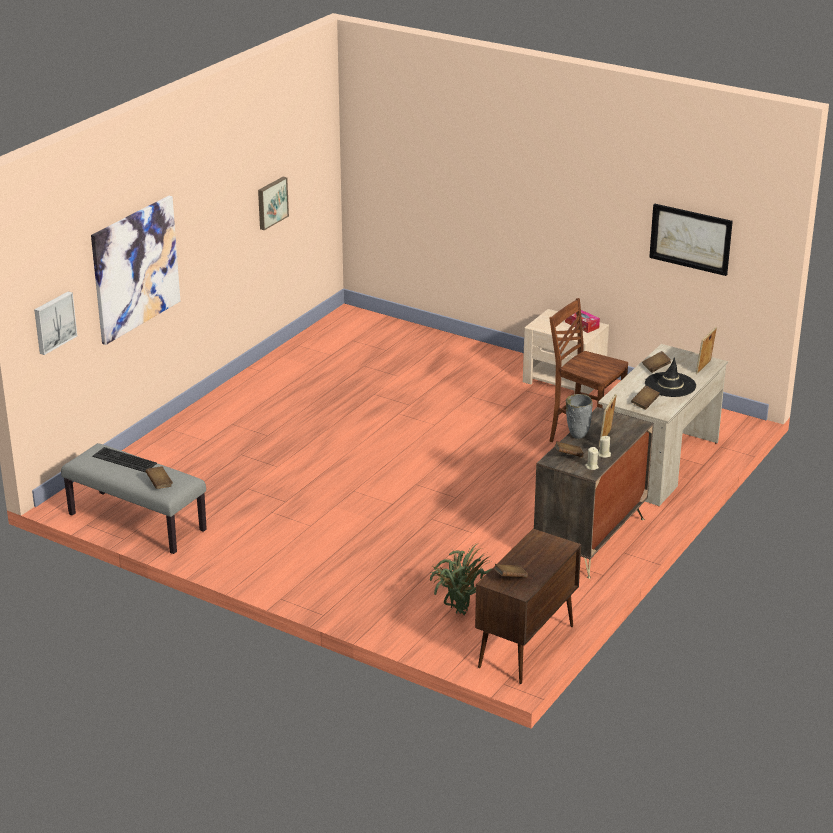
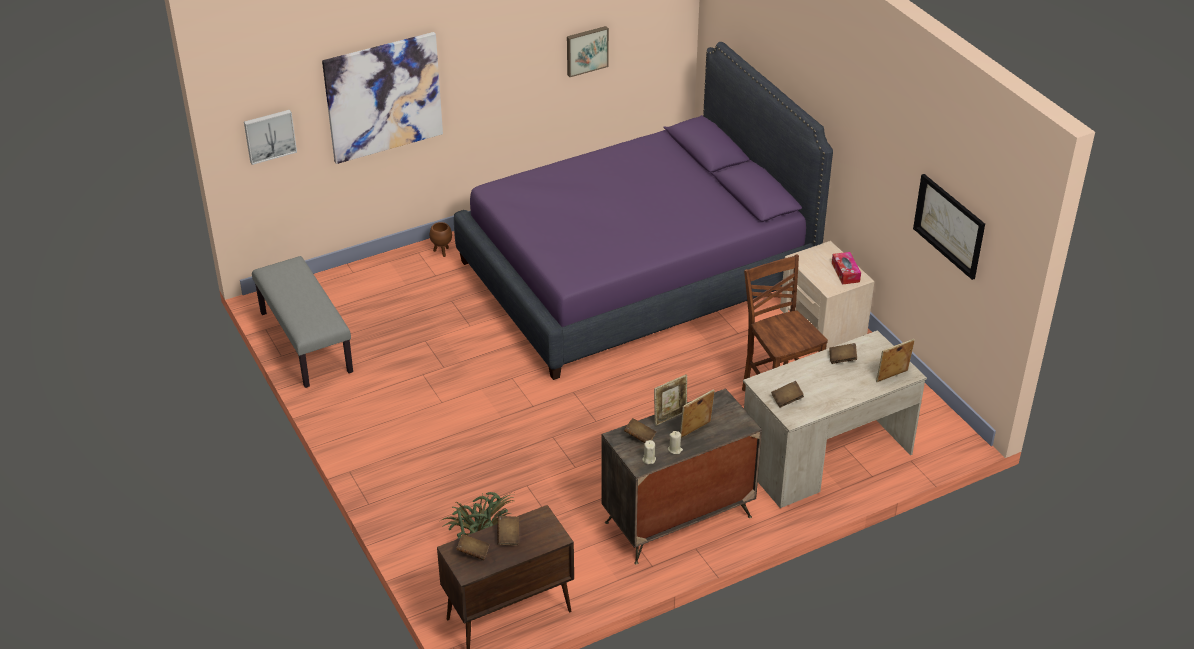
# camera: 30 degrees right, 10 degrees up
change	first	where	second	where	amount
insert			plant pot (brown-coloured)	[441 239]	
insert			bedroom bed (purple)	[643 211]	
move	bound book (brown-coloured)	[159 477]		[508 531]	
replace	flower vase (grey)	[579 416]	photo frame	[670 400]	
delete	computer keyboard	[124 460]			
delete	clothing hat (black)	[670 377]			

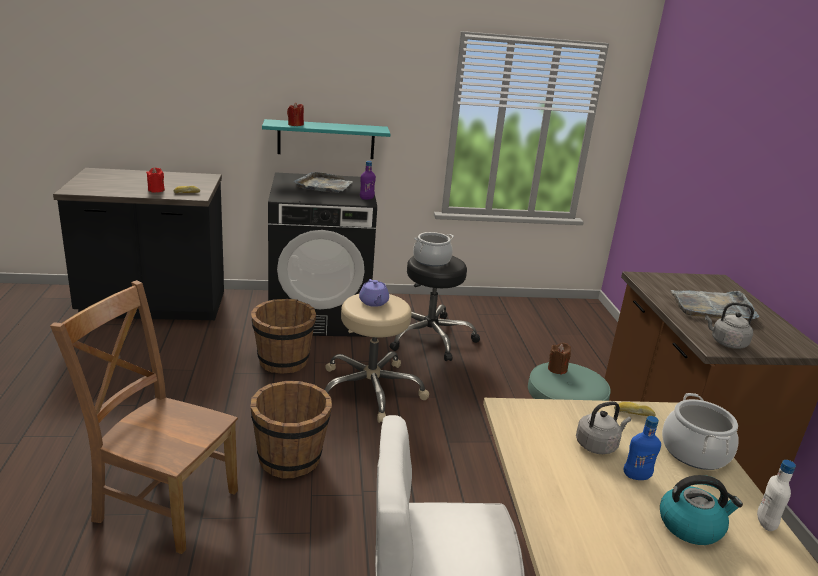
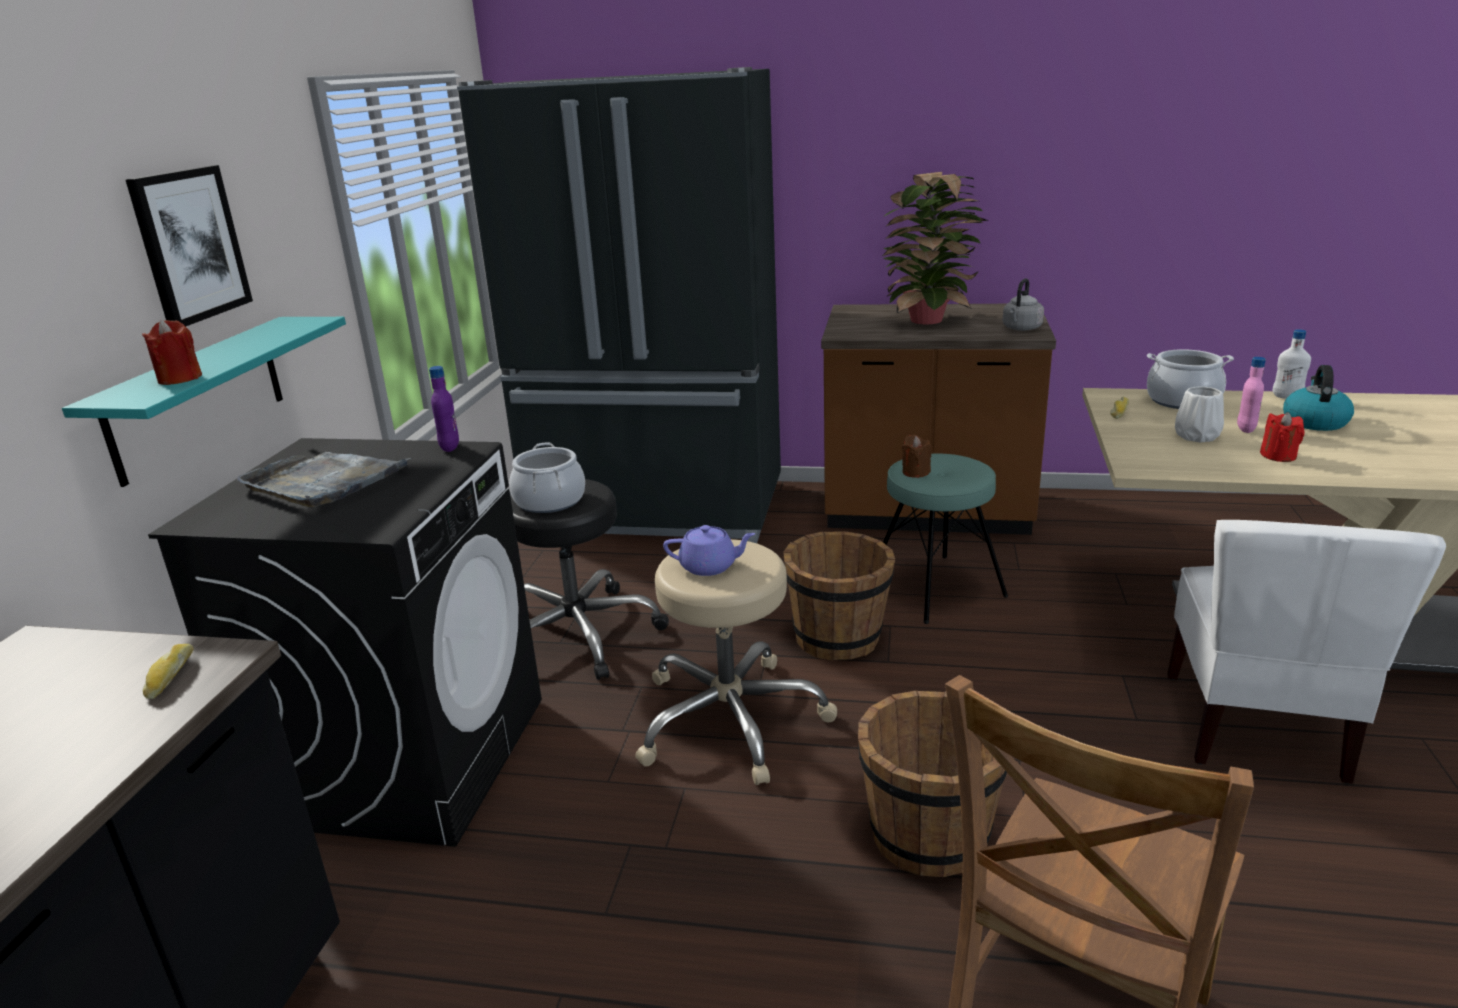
# camera: 70 degrees left, 0 degrees up
change	first	where	second	where	amount
insert			wall art	[189 246]	
insert			kitchen fridge (black)	[619 305]	
move	pail (brown-coloured)	[283 336]		[839 596]	
replace	tray (grey)	[715 305]	plant in a pot	[935 248]	
replace	water kettle (grey)	[603 427]	flower vase (white-coloured)	[1199 414]	
recolor	beverage bottle (blue)	[642 448]	beverage bottle (pink)	[1251 395]	
move	wax candle (red)	[155 180]		[1282 437]	

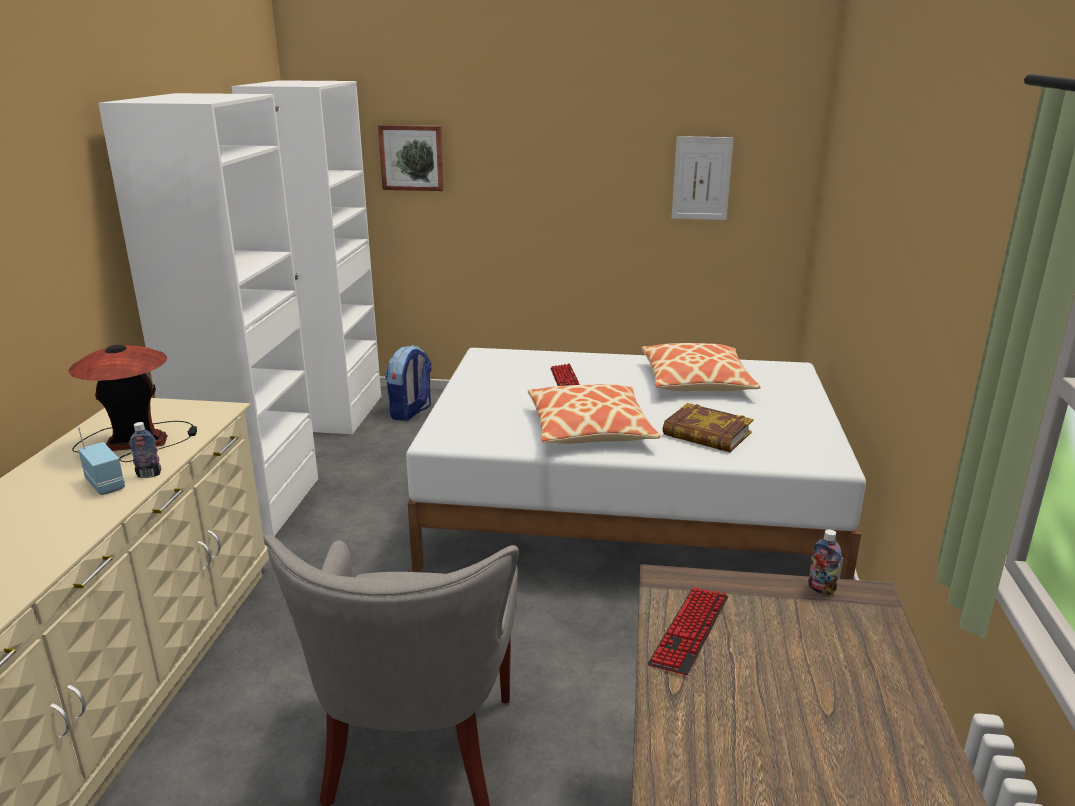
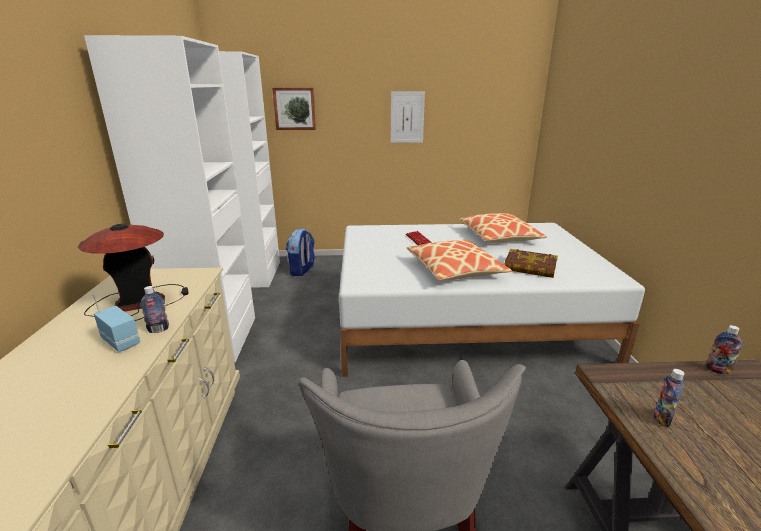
# camera: 10 degrees left, 0 degrees up
change	first	where	second	where	amount
move	wall art	[703 178]		[408 117]	
replace	computer keyboard	[688 631]	beverage bottle	[669 398]	

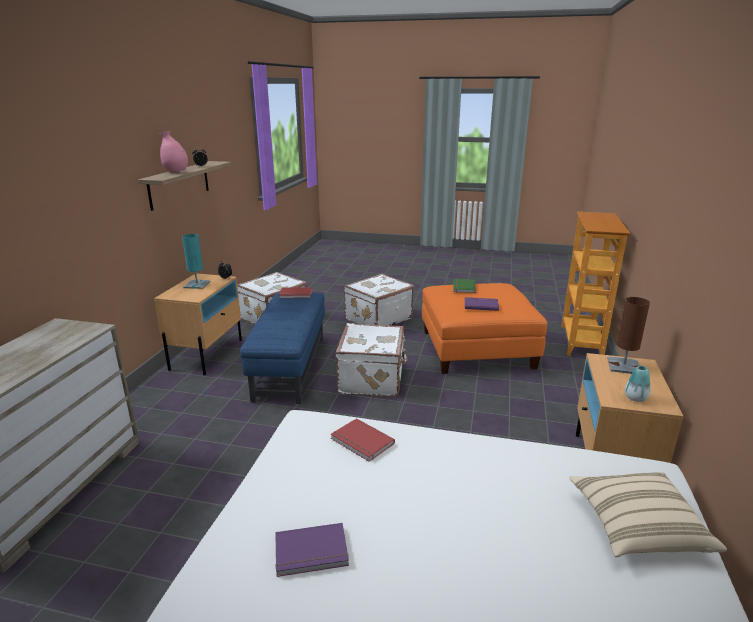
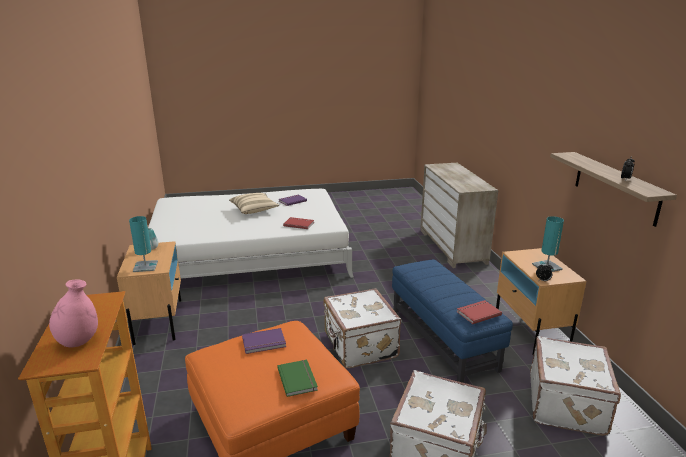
# camera: 155 degrees right, 0 degrees up
change	first	where	second	where	amount
move	flower vase (pink)	[173 152]		[73 313]	
recolor	table lamp (brown-coloured)	[628 335]	table lamp (blue-green)	[143 244]	
move	throw pillow (sand-coloured)	[648 514]		[254 203]	

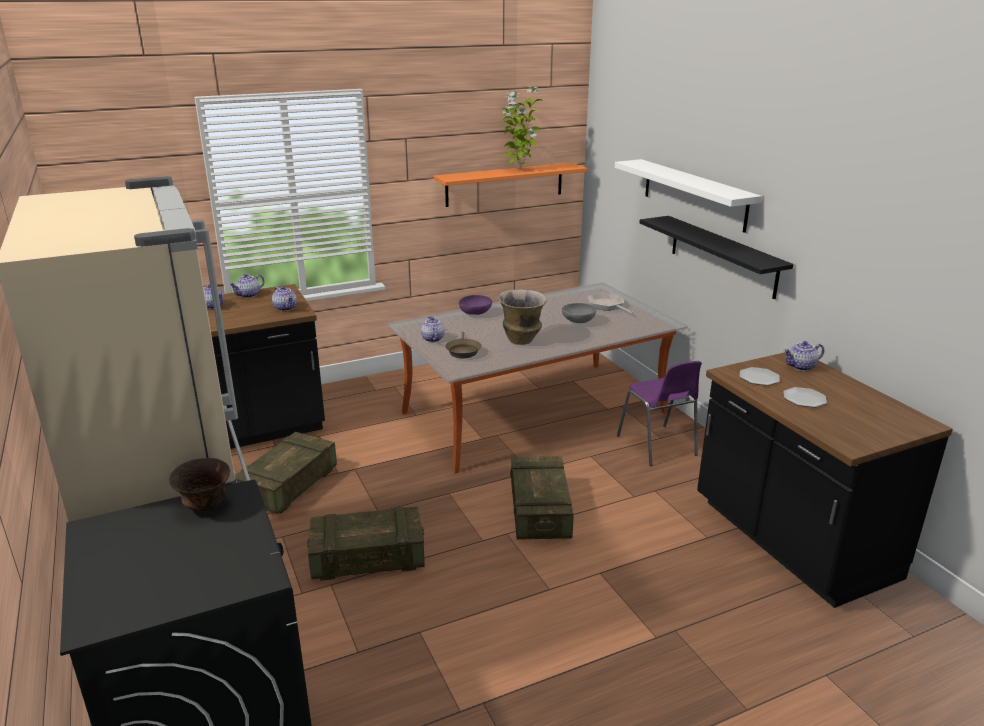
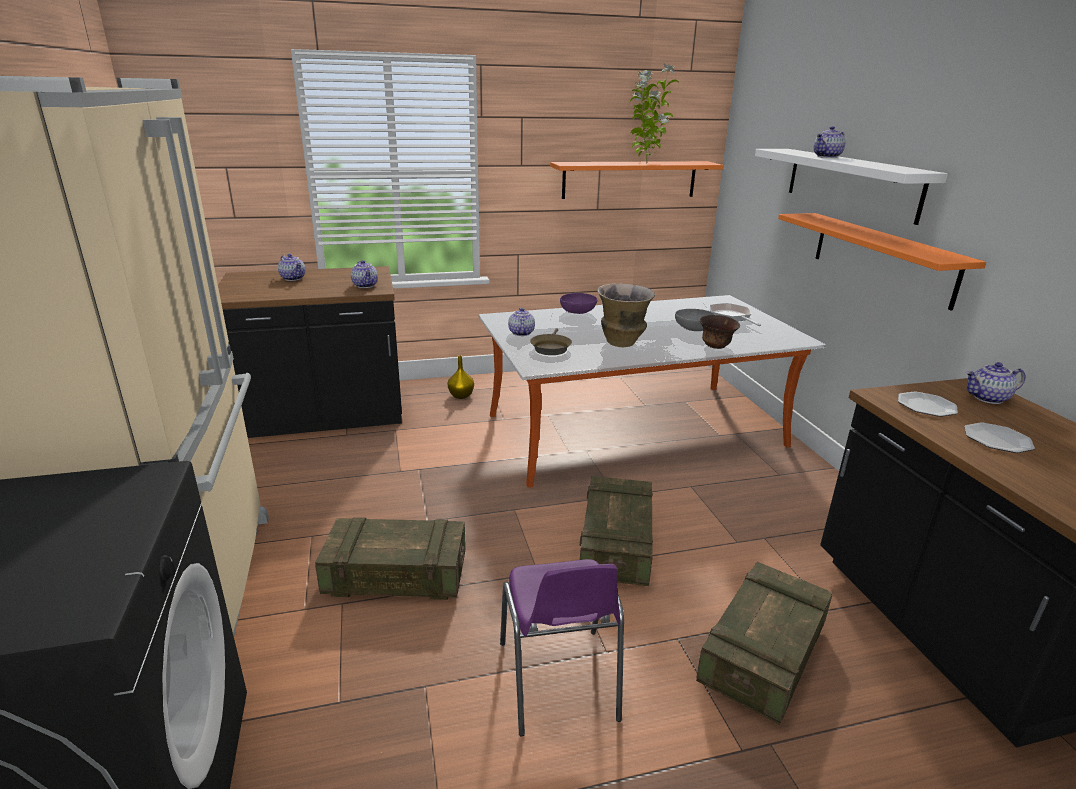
# camera: 10 degrees right, 0 degrees up
change	first	where	second	where	amount
insert			flower vase (yellow)	[461 377]	
move	chair (purple)	[659 413]		[562 648]	
move	shipping crate	[286 473]		[764 643]	
move	serving bowl (brown-coloured)	[199 485]		[720 332]	
recolor	wall shelf (black)	[716 257]	wall shelf (orange)	[882 262]	
move	teapot	[246 286]		[829 142]	

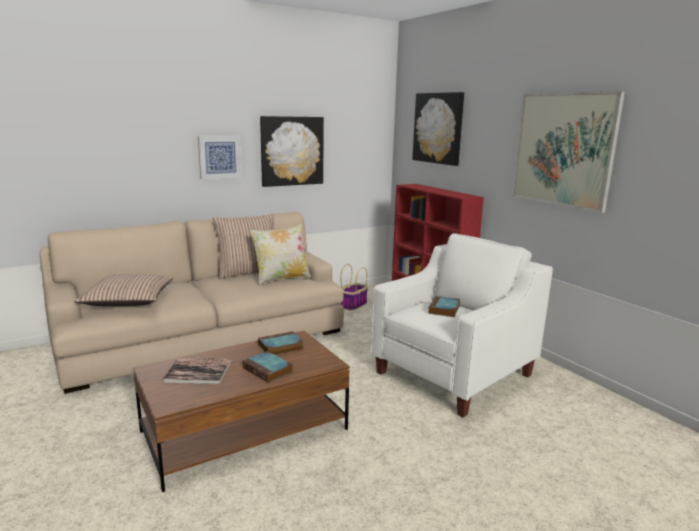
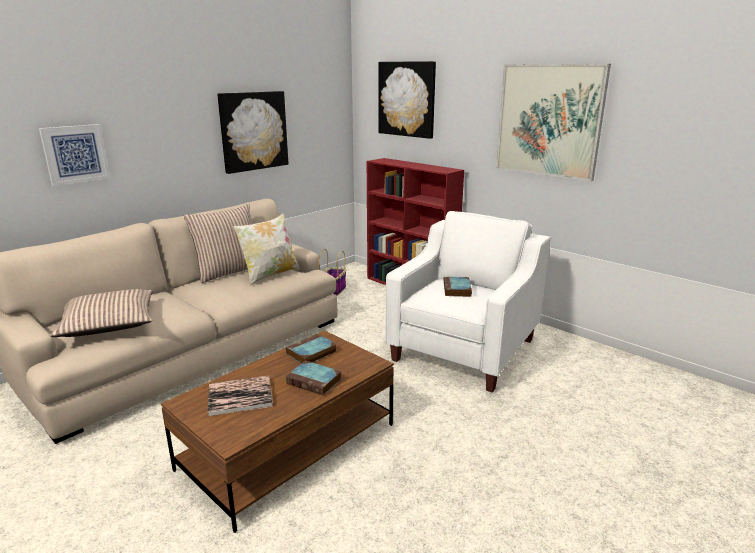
# camera: 15 degrees left, 5 degrees up
change	first	where	second	where	amount
move	wall art	[220 157]		[74 155]	

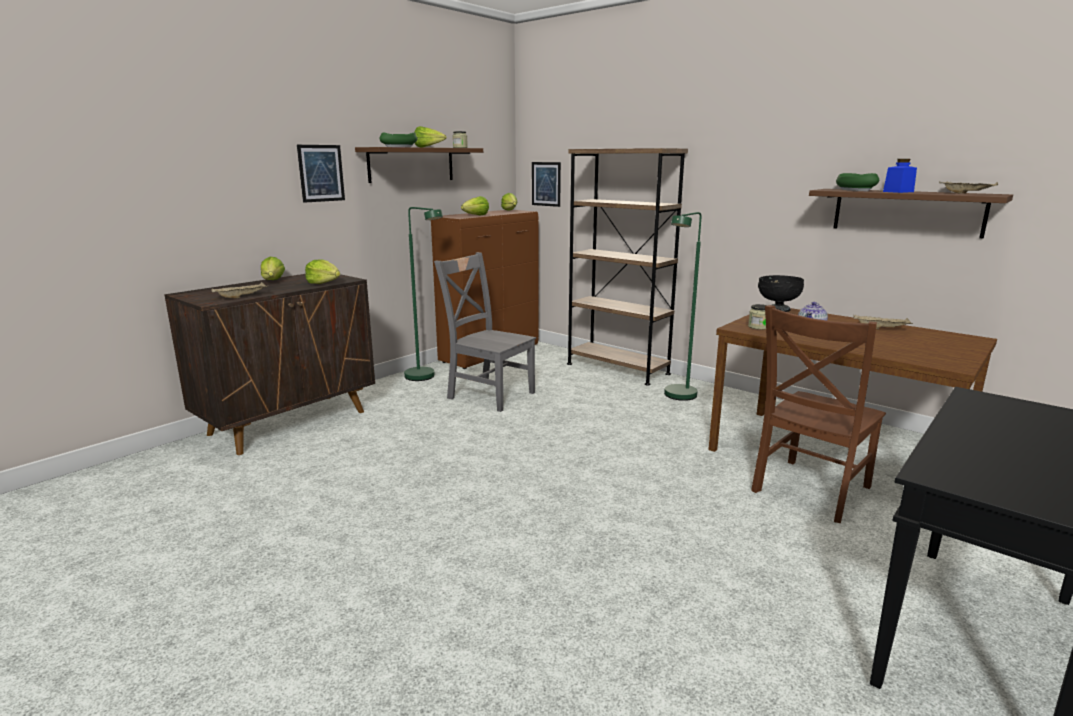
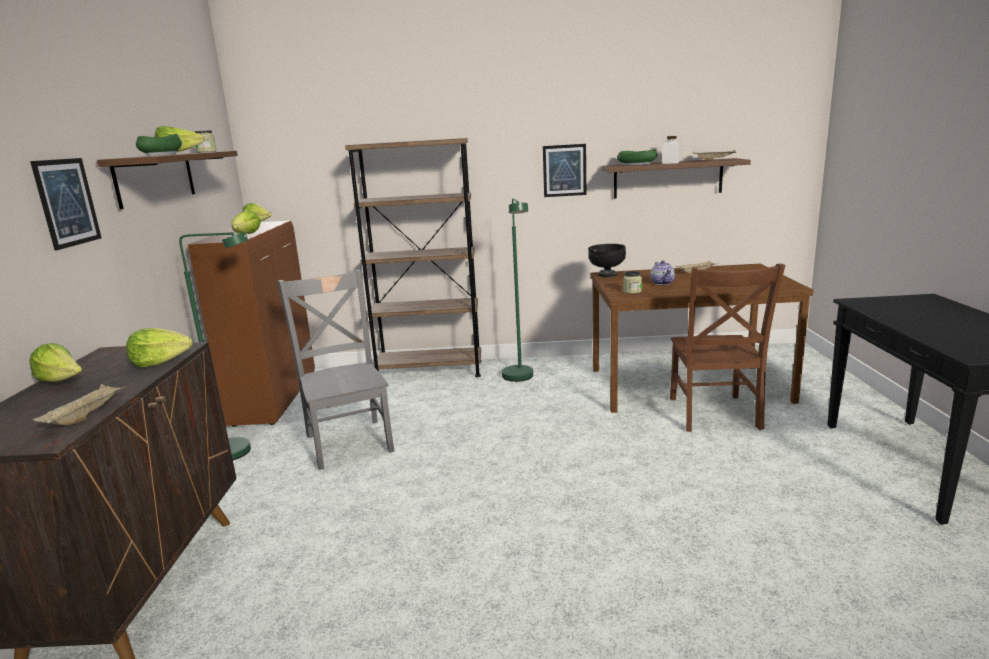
# camera: 40 degrees left, 0 degrees up
change	first	where	second	where	amount
rotate	chair (grey)	[485 332]		[335 370]	75 degrees clockwise
move	wall art	[546 184]		[564 170]	
recolor	preserve jar (blue)	[900 176]	preserve jar (white-coloured)	[671 150]	

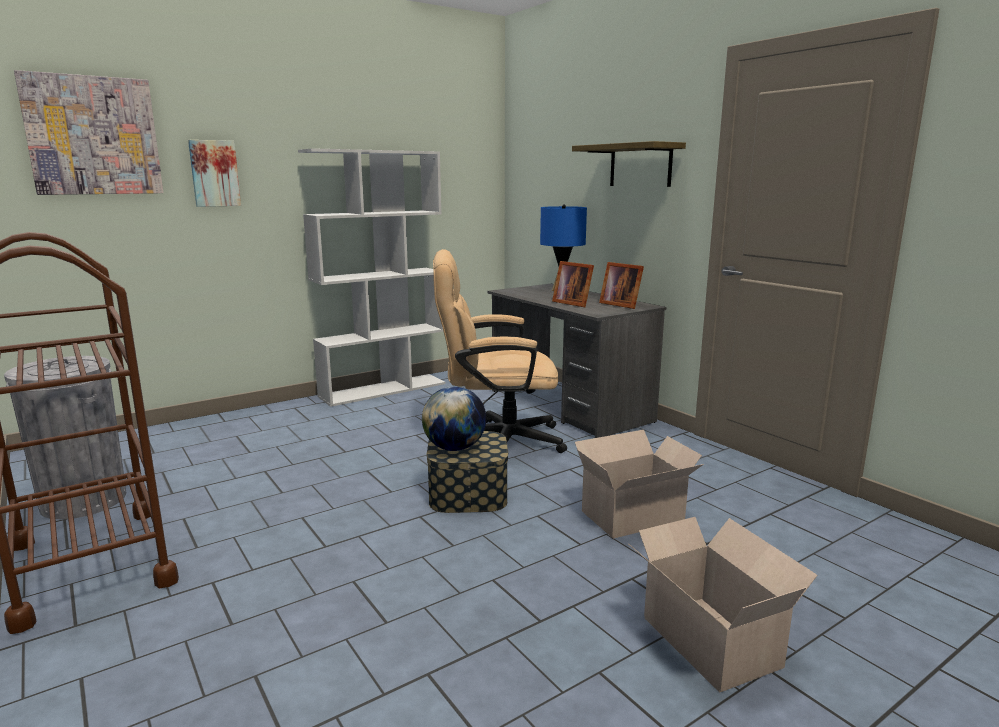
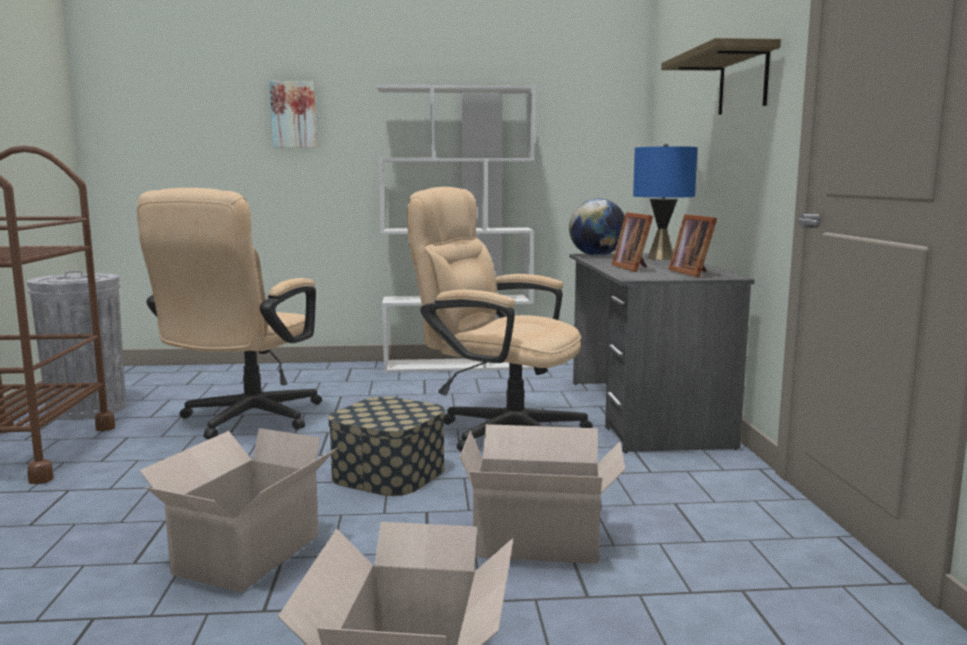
# camera: 30 degrees right, 5 degrees down
change	first	where	second	where	amount
insert			desk chair (sand-coloured)	[229 313]	
insert			cardboard box	[238 510]	
move	globe	[454 418]		[597 227]	
delete	wall art	[89 132]			

